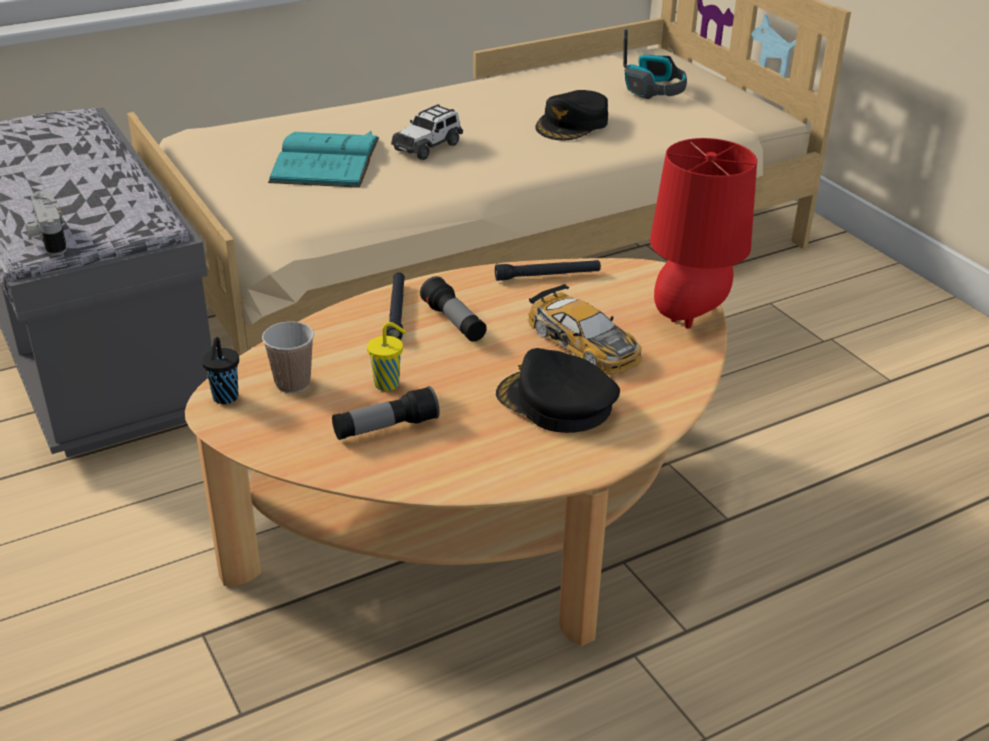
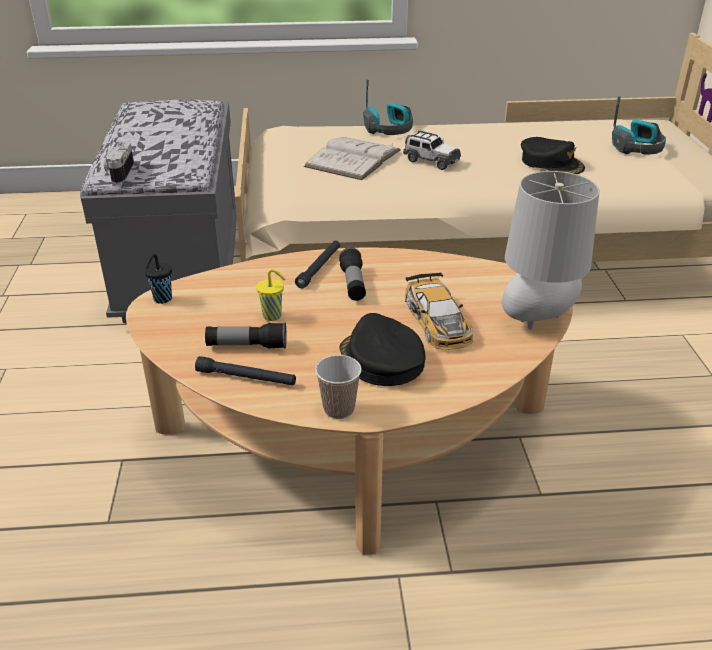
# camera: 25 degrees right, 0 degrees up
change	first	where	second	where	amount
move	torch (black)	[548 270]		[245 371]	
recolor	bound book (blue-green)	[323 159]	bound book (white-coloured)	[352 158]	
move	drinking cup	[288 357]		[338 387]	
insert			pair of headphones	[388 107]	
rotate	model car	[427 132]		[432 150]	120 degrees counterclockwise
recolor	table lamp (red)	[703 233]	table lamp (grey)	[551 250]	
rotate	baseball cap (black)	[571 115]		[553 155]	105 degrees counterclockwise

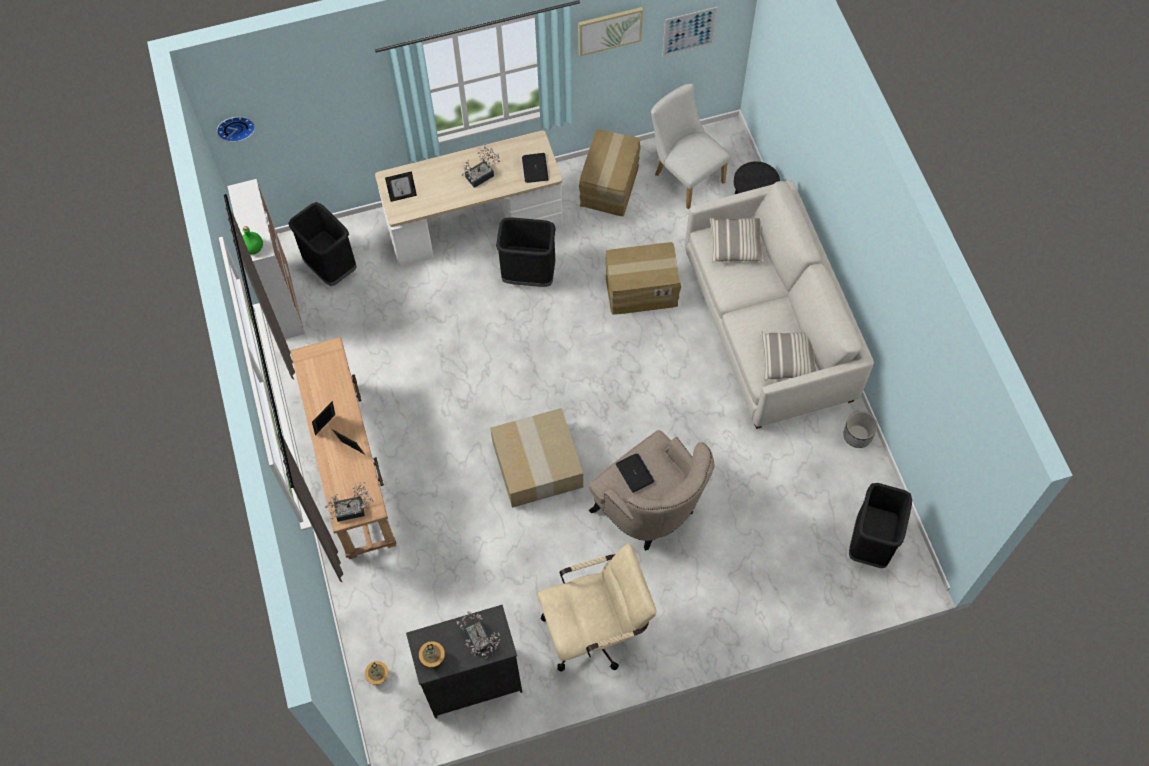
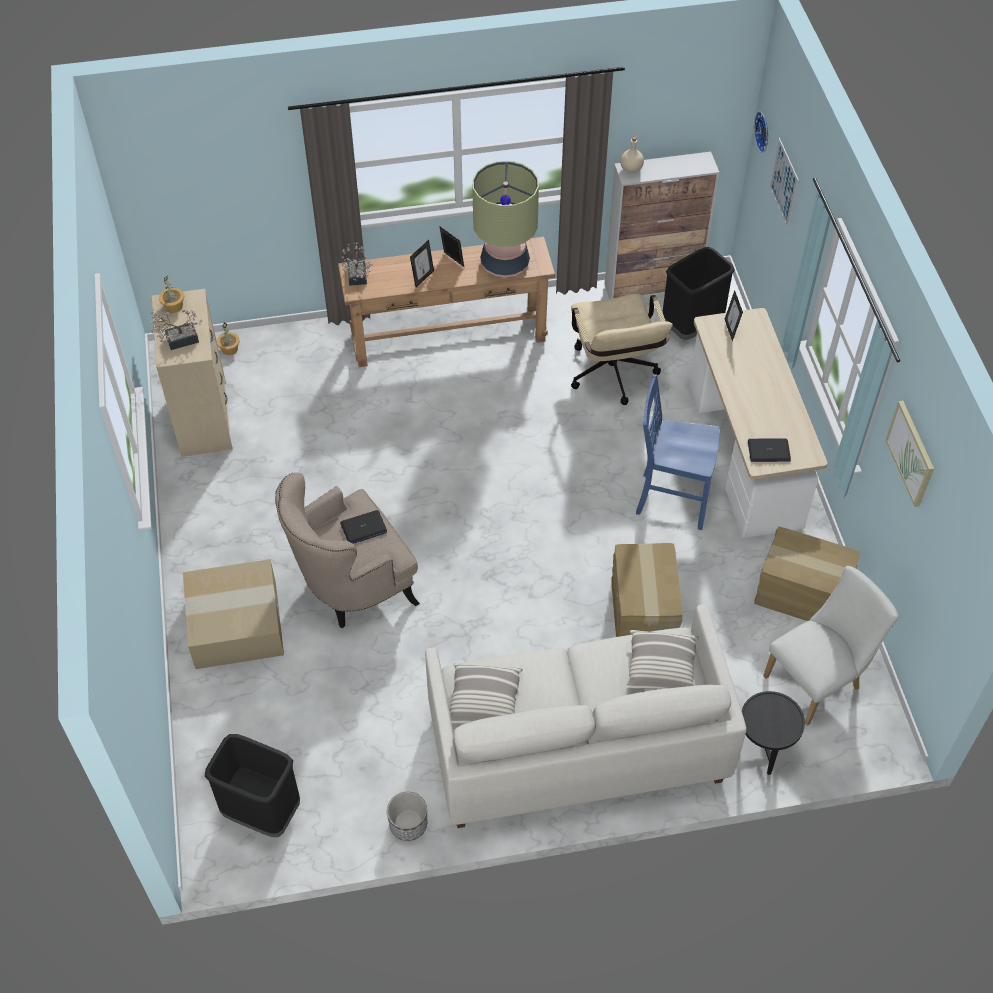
# camera: 95 degrees right, 10 degrees down
change	first	where	second	where	amount
recolor	chest of drawers (black)	[464 661]	chest of drawers (sand-coloured)	[192 373]	
move	cardboard box	[536 458]		[233 614]	
insert			table lamp	[505 219]	
move	desk chair (sand-coloured)	[597 607]		[622 349]	
recolor	beverage bottle (green)	[253 240]	beverage bottle (sand-coloured)	[632 155]	
replace	rubbish bin (black)	[526 252]	chair (blue)	[678 452]	
move	wall art	[690 31]		[784 183]	
delete	plant in a pot	[481 165]			

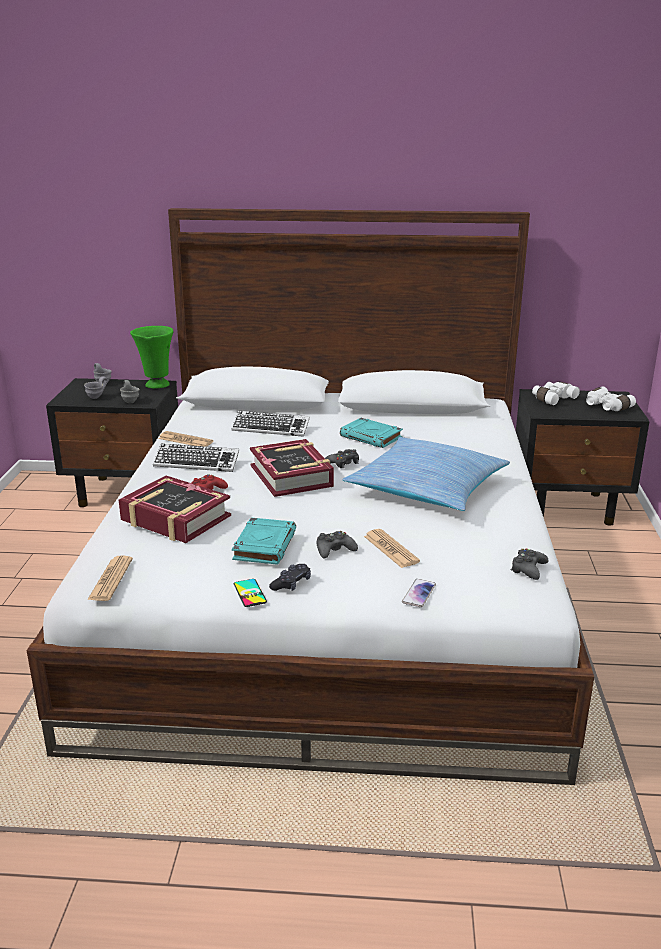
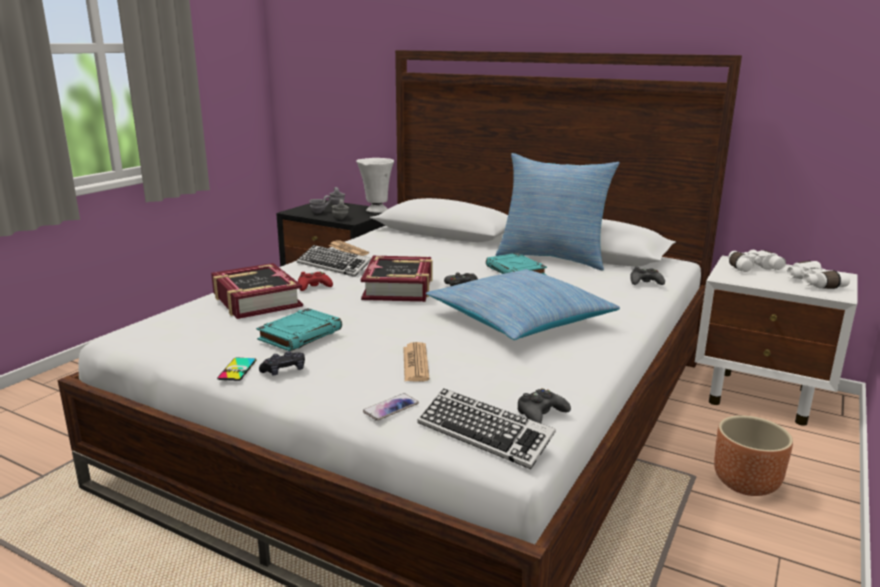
# camera: 25 degrees right, 5 degrees down
change	first	where	second	where	amount
recolor	flower vase (green)	[152 357]	flower vase (white-coloured)	[375 185]	
move	computer keyboard	[270 424]		[486 428]	
insert			throw pillow	[558 212]	
move	gamepad (black)	[337 545]		[647 276]	
recolor	night table (black)	[582 457]	night table (white-coloured)	[776 340]	
insert			plant pot (brown-coloured)	[753 455]	
delete	newspaper	[110 578]			

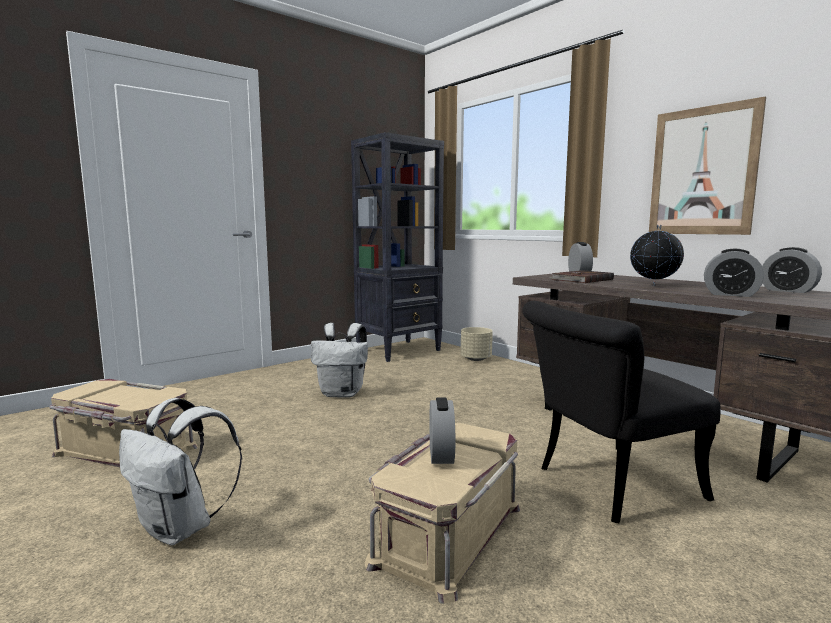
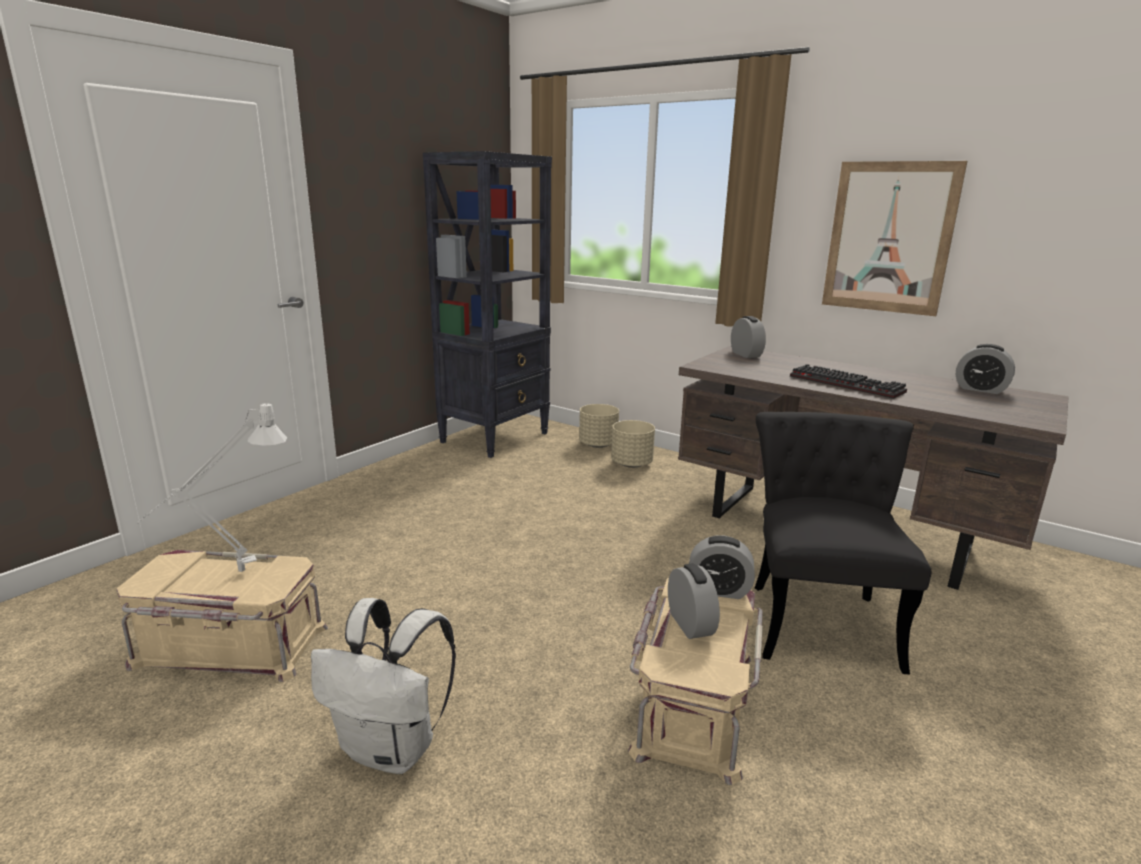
# camera: 15 degrees left, 10 degrees up
change	first	where	second	where	amount
insert			table lamp (grey)	[212 487]	
insert			plant pot (sand-coloured)	[633 444]	
move	alarm clock	[734 273]		[722 567]	
rotate	chair (black)	[621 412]		[843 543]	135 degrees clockwise
replace	globe	[657 255]	computer keyboard	[848 381]	
delete	knapsack (white-coloured)	[339 360]			
delete	bound book (brown-coloured)	[581 276]			

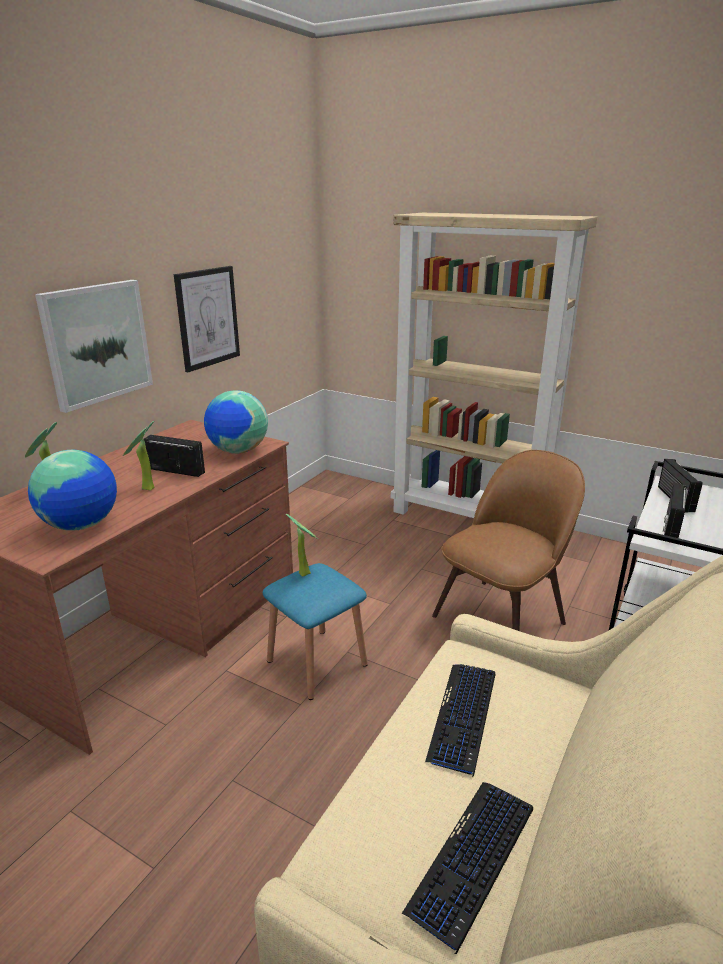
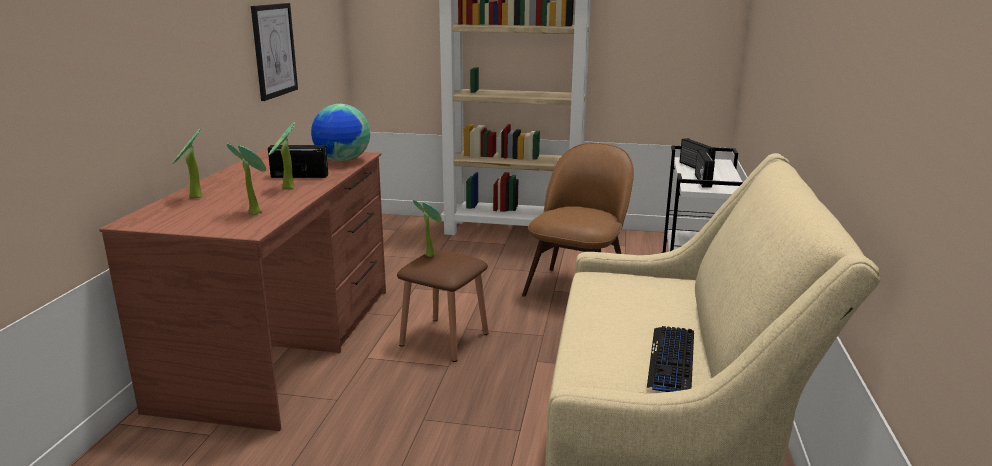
# camera: 20 degrees left, 5 degrees down
change	first	where	second	where	amount
replace	globe	[72 490]	plant in a pot	[246 179]	
recolor	stool (blue)	[315 631]	stool (brown-coloured)	[443 306]	
delete	wall art	[94 346]			
delete	computer keyboard	[460 720]			

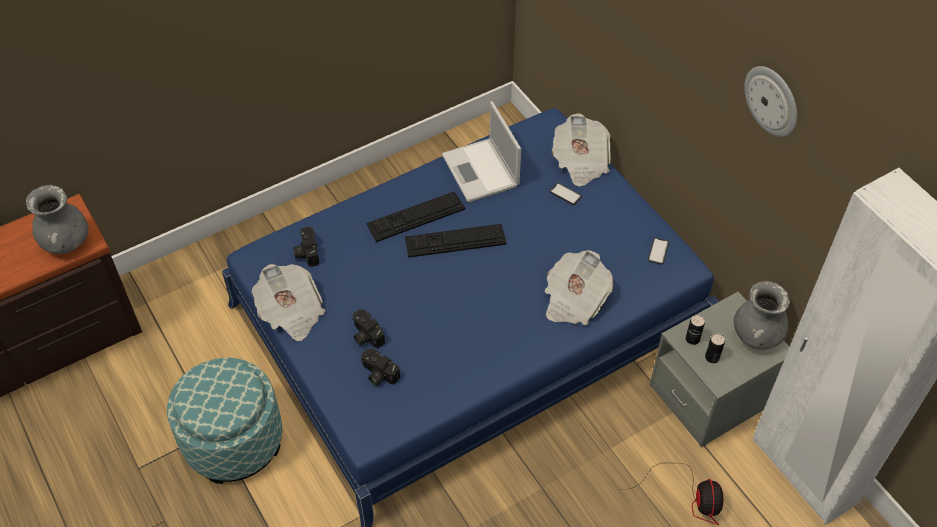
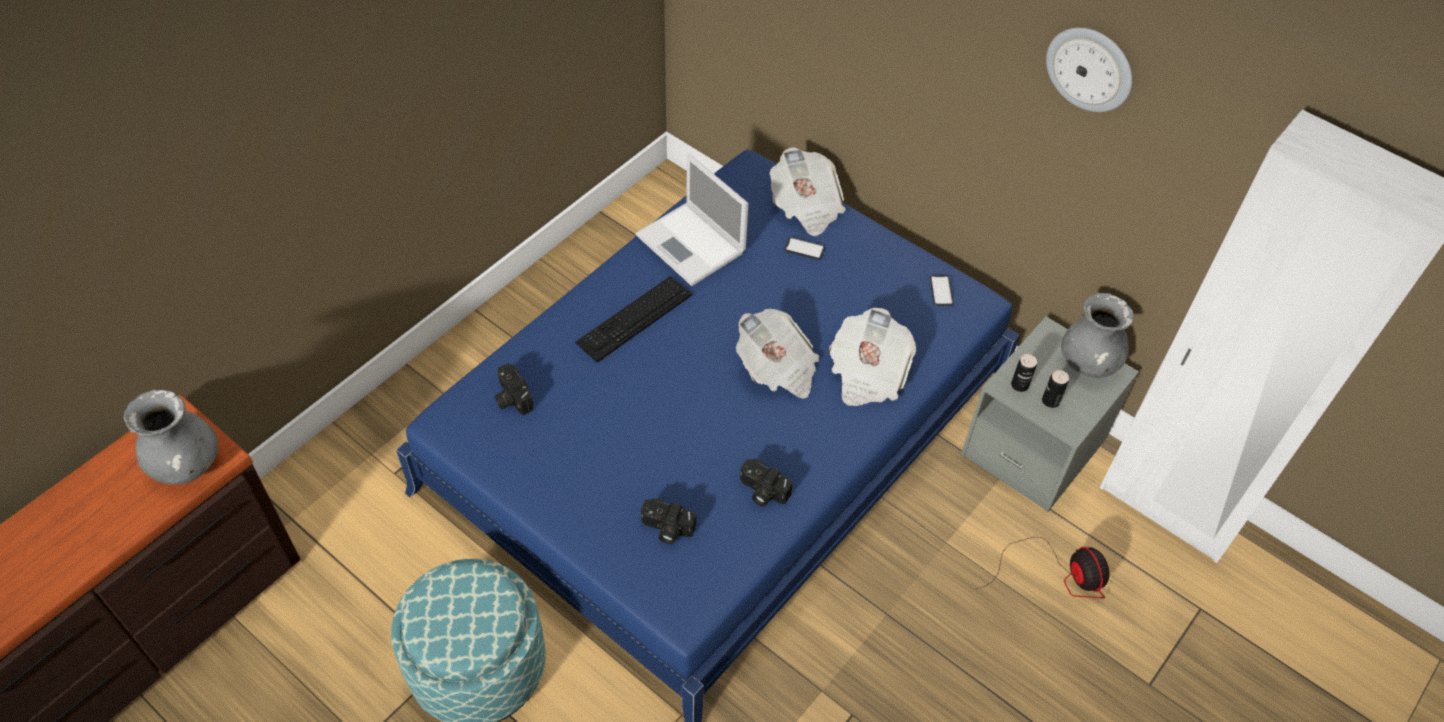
# camera: 20 degrees left, 0 degrees up
change	first	where	second	where	amount
move	newspaper	[288 302]		[777 354]	
move	photo camera	[368 329]		[765 483]	
delete	computer keyboard	[456 241]			

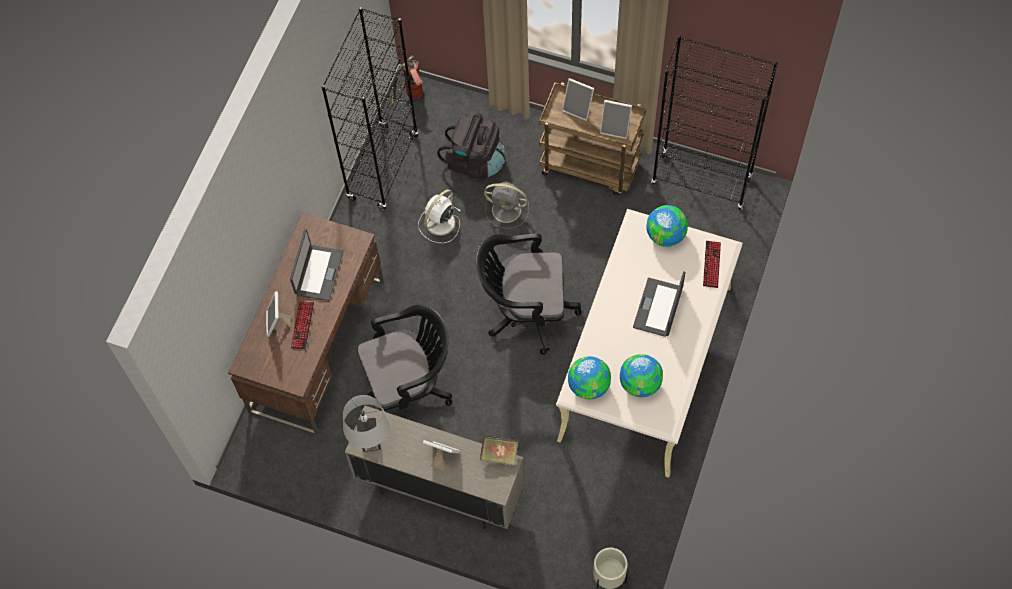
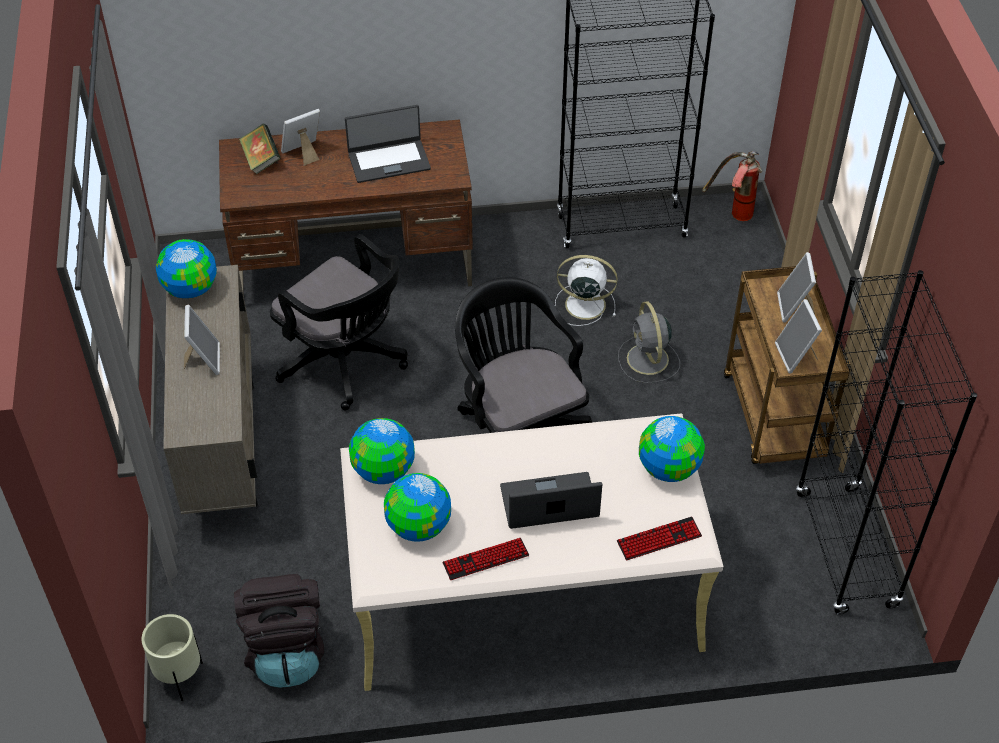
# camera: 60 degrees right, 15 degrees down
change	first	where	second	where	amount
replace	table lamp (grey)	[366 423]	globe	[186 268]	
move	knapsack (black)	[471 145]		[279 631]	
move	bound book	[499 450]		[259 149]	
move	computer keyboard	[302 325]		[485 559]	

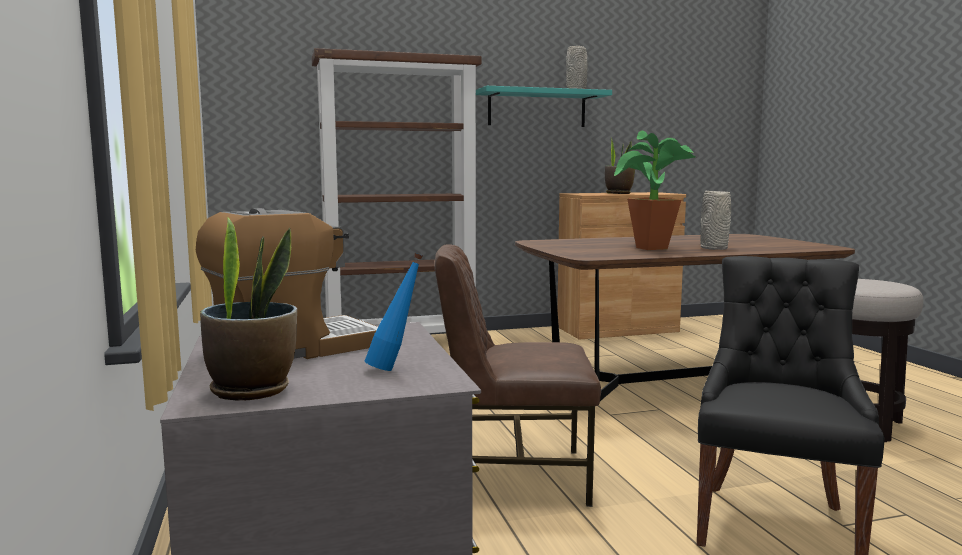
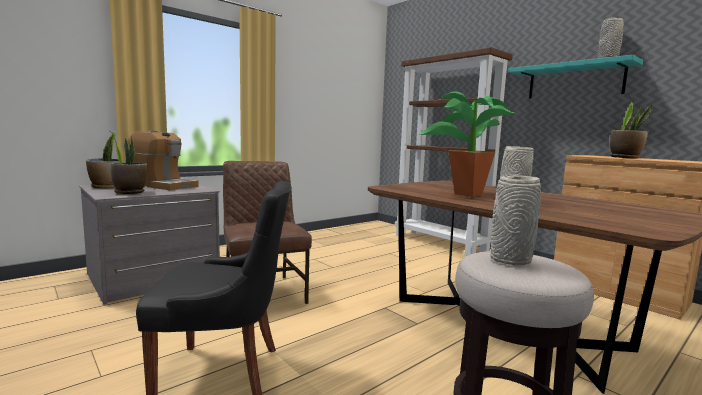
# camera: 65 degrees right, 0 degrees up
change	first	where	second	where	amount
replace	beverage bottle (blue)	[394 312]	plant in a pot	[128 162]	
insert			flower vase (grey)	[515 220]	

